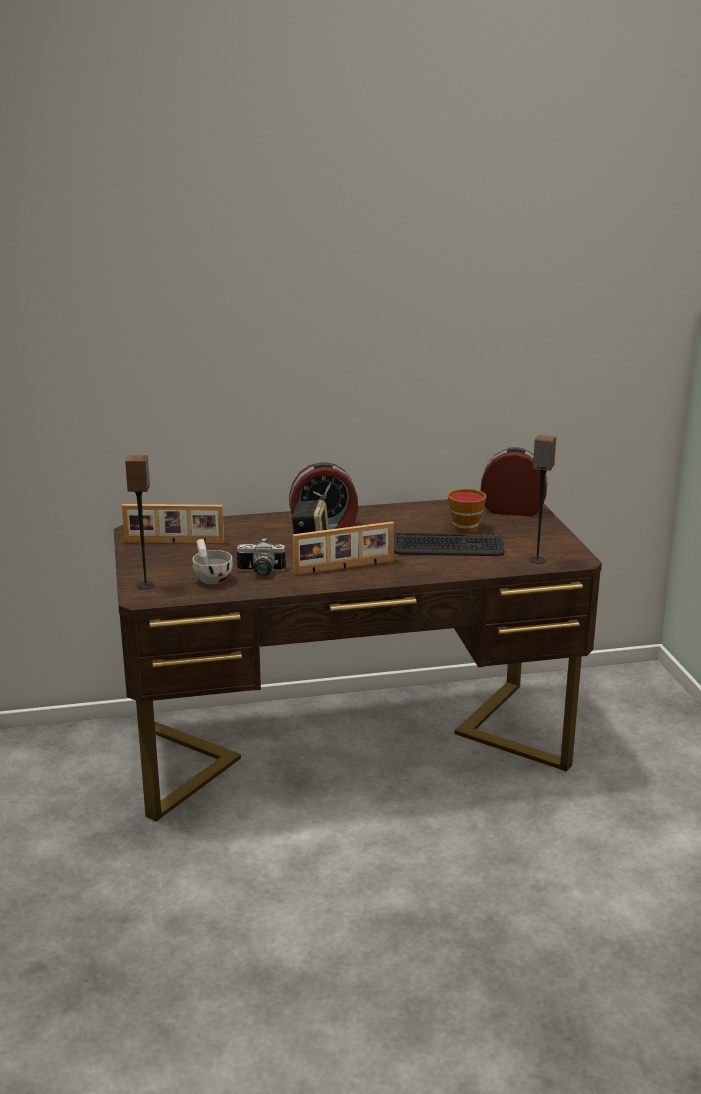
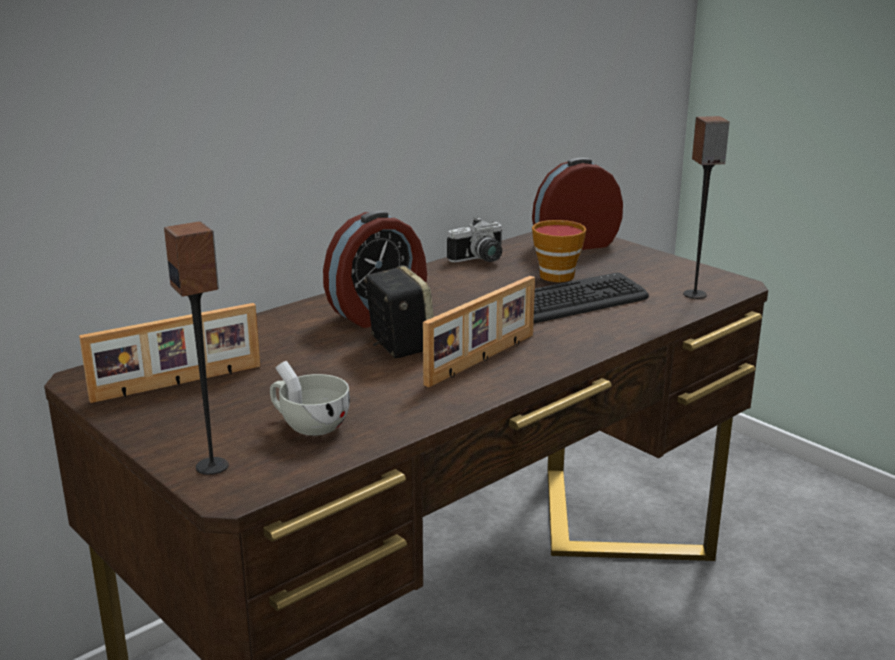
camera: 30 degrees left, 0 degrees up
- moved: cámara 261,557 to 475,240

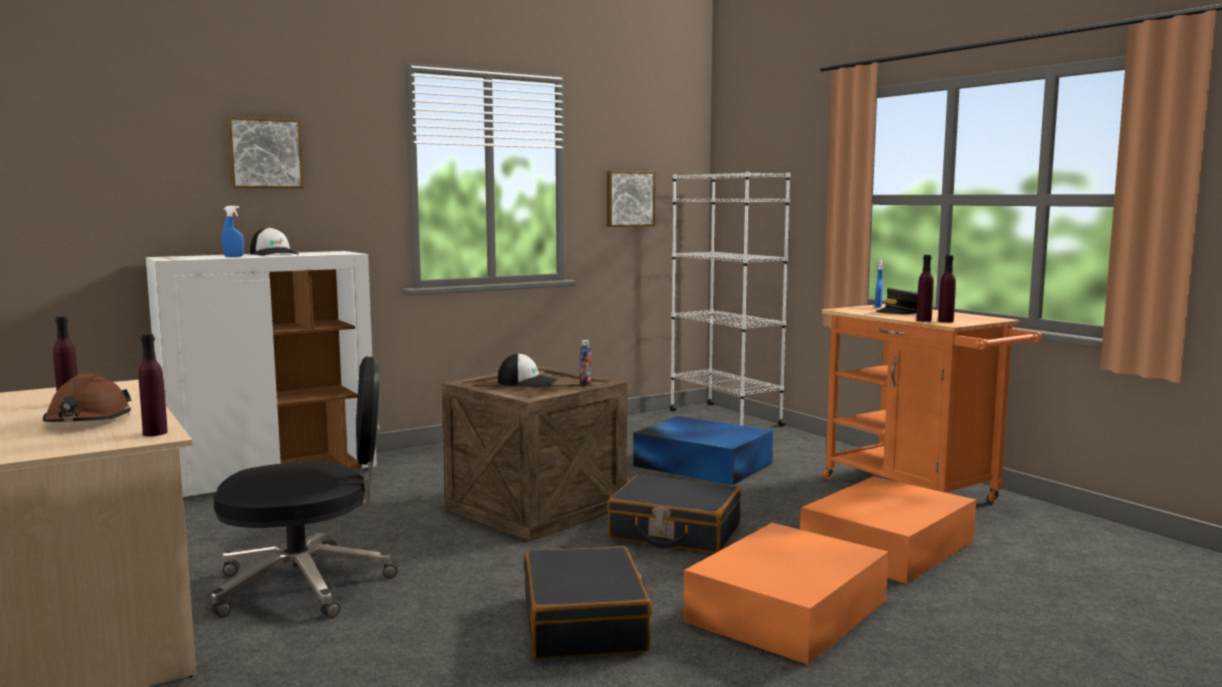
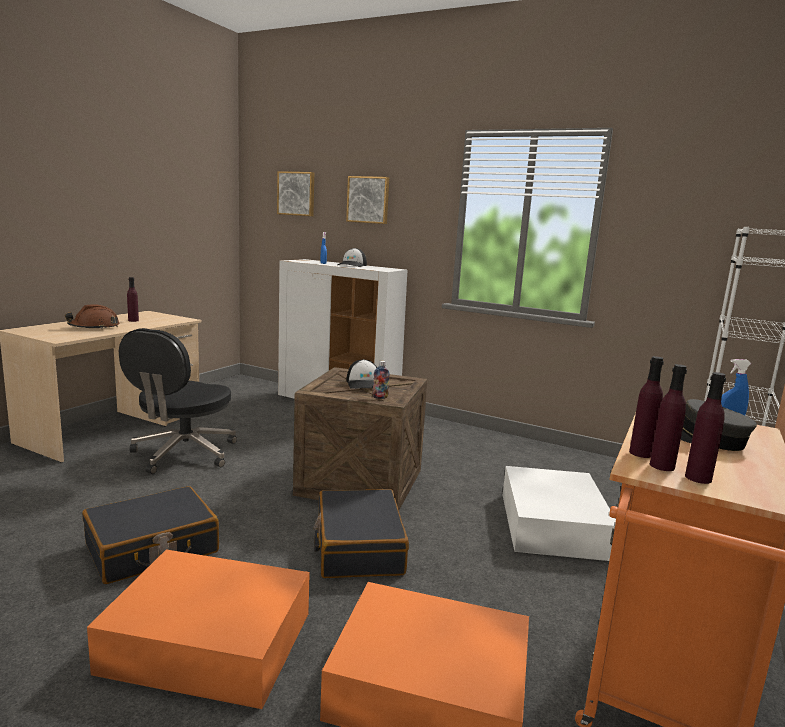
camera: 60 degrees right, 5 degrees up
- moved: botella [morado] 153,385 to 705,428
- turned: silla de oficina [negro] 305,487 = 178,401 60 degrees clockwise
- moved: cuadro 631,199 to 295,193
- recoloured: caja de almacenaje [azul] 703,450 to caja de almacenaje [blanco] 559,513

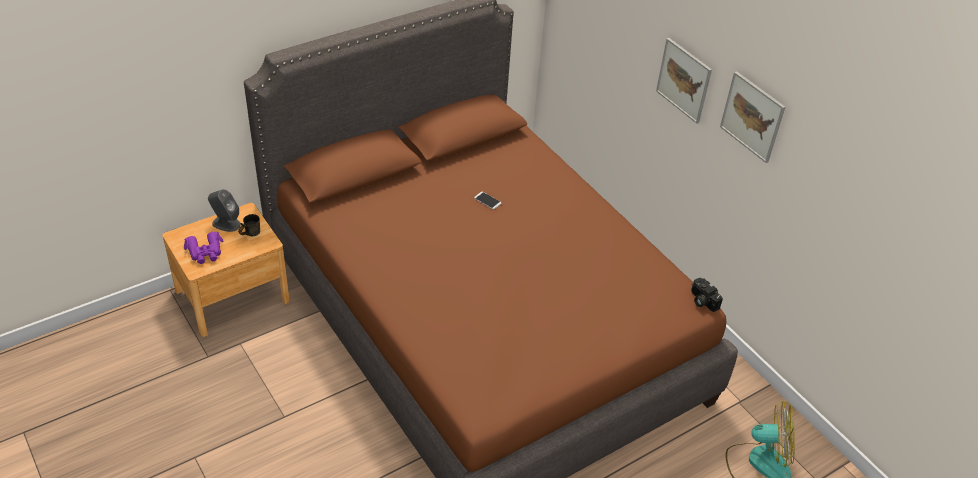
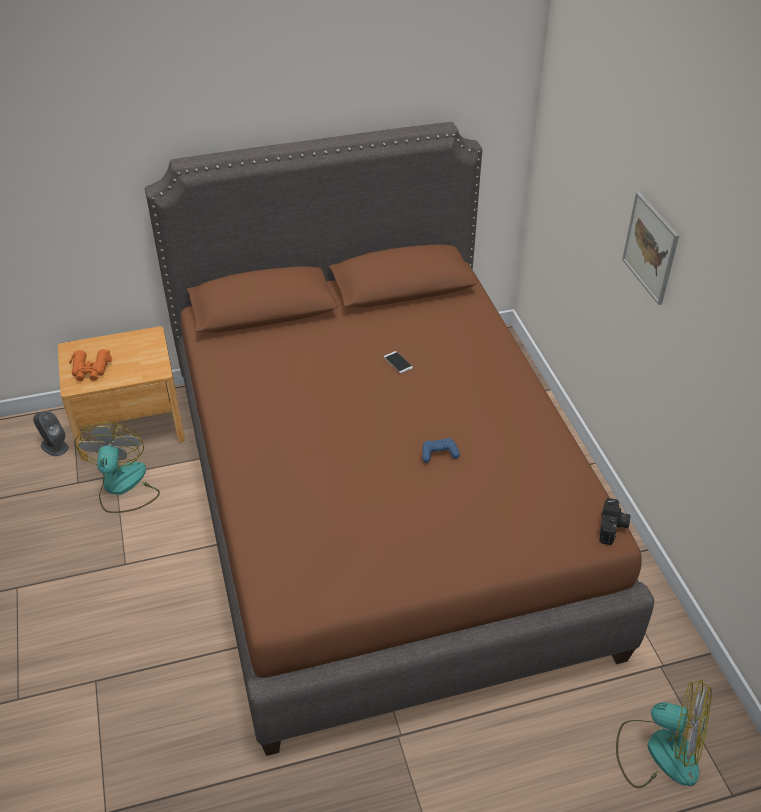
camera: 20 degrees right, 0 degrees up
- recoloured: prismáticos [morado] 203,248 to prismáticos [naranja] 90,365
- moved: altavoz [gris] 224,210 to 51,433
- removed: taza grande [gris] 249,225
- turned: cámara 707,294 = 615,521 150 degrees counterclockwise
- removed: cuadro 752,117
- added: ventilador 117,467
- added: mando de consola [azul] 441,450

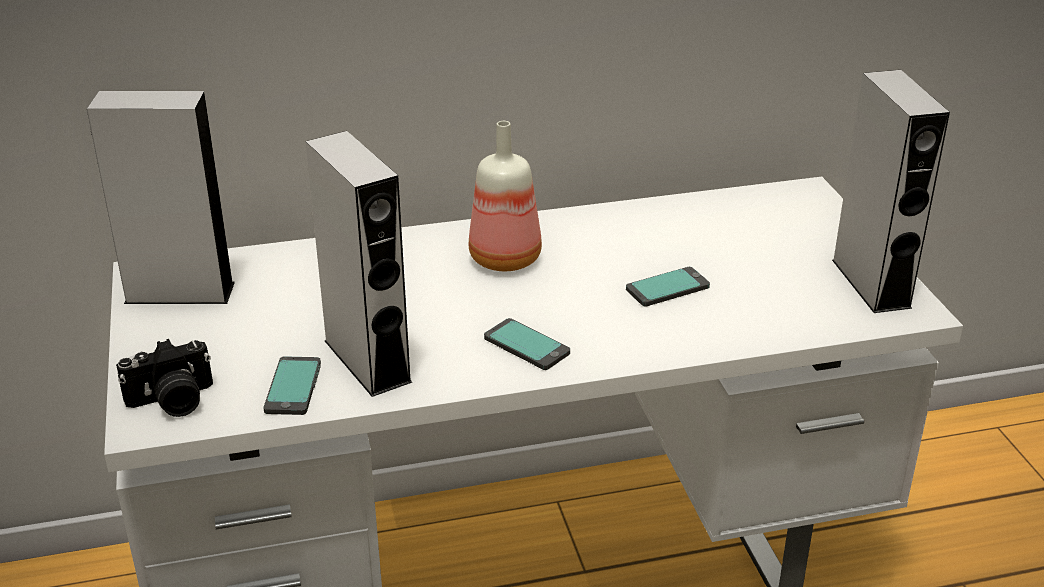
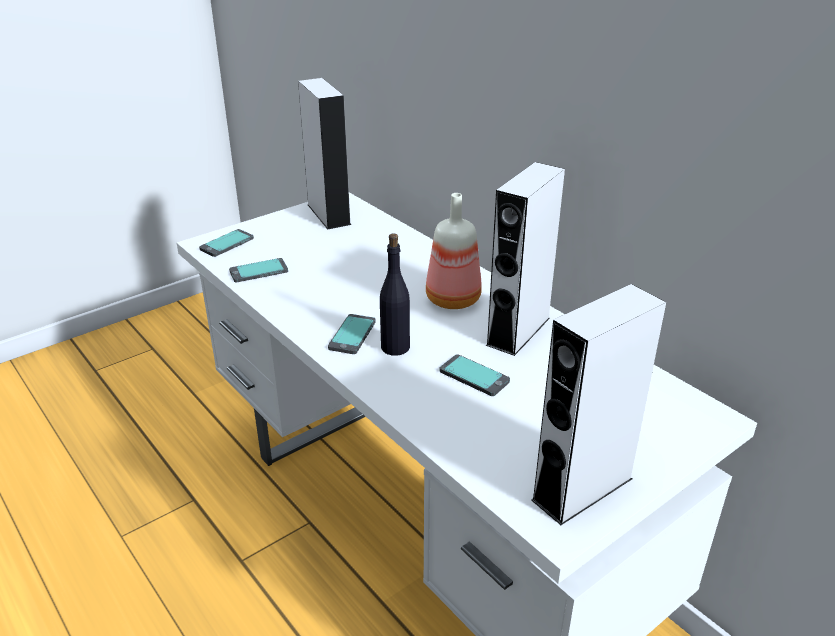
camera: 65 degrees right, 0 degrees up
- replaced: cámara 164,378 to móvil 226,243
- moved: altavoz [gris] 358,264 to 525,259
- added: botella [negro] 395,294

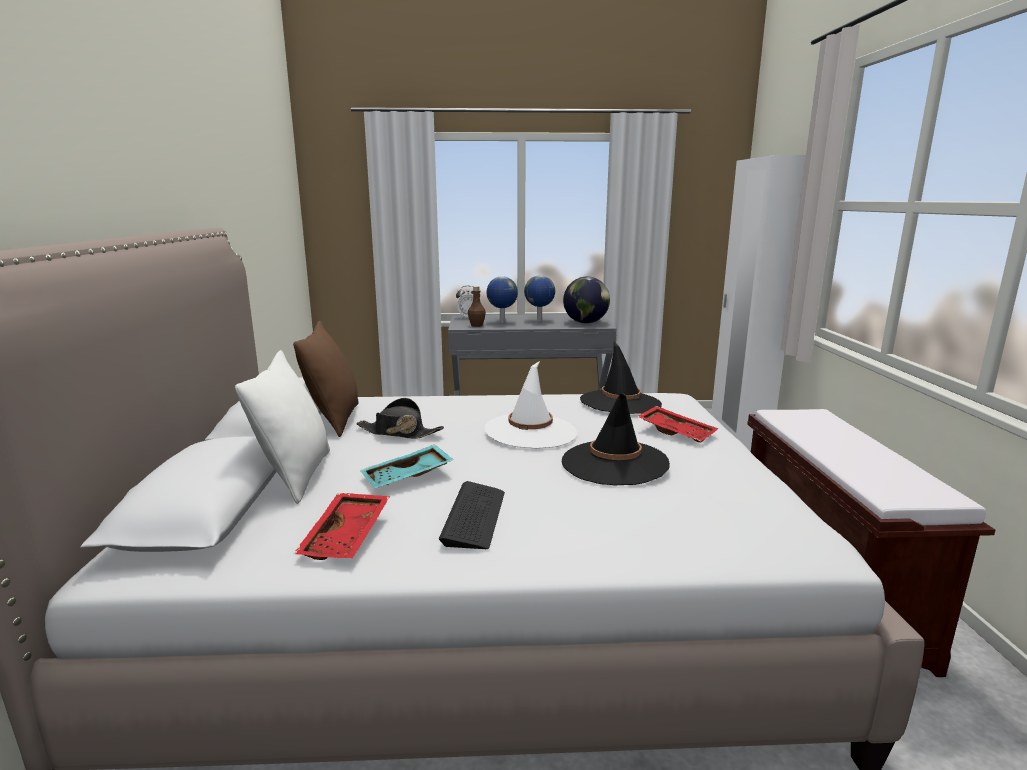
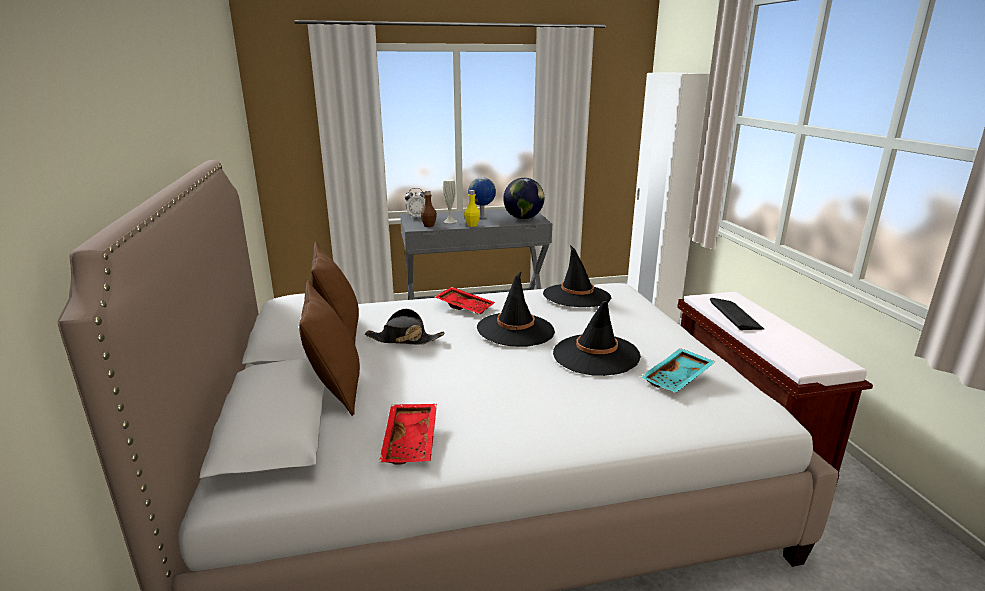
camera: 10 degrees left, 5 degrees up
- recoloured: cojín [blanco] 282,427 to cojín [marrón] 329,348
- moved: bandeja [turquesa] 407,466 to 678,370
- moved: teclado 472,515 to 737,314
- recoloured: sombrero [blanco] 531,405 to sombrero [negro] 516,309
- replaced: globo terráqueo 502,299 to florero [blanco] 450,201
- moved: bandeja [rojo] 678,424 to 465,300
- added: botella [amarillo] 472,208

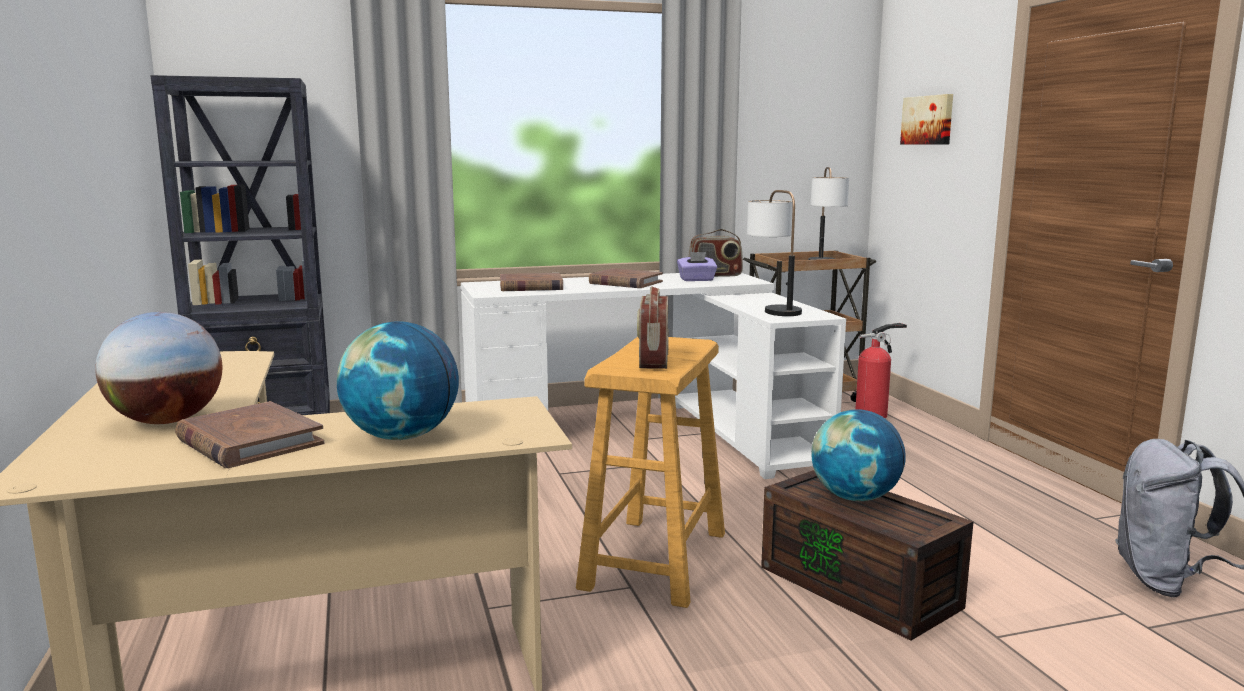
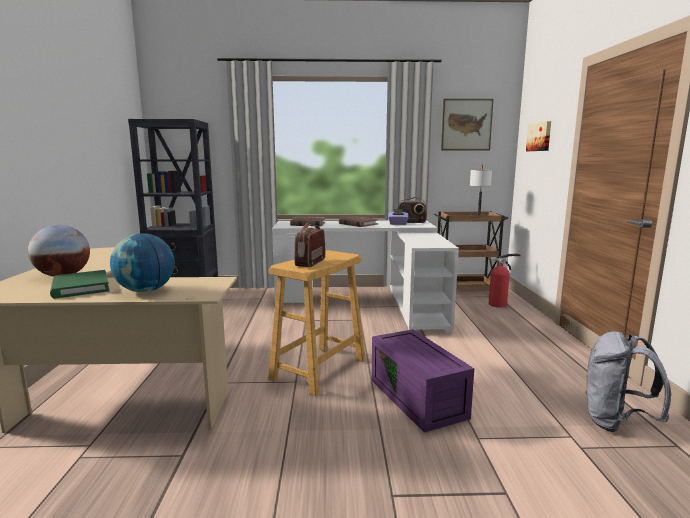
camera: 15 degrees right, 0 degrees up
- recoloured: libro [marrón] 250,434 to libro [verde] 79,284
- removed: lámpara de mesa 774,253
- recoloured: caja de almacenaje [marrón] 867,555 to caja de almacenaje [morado] 423,381
- removed: globo terráqueo 858,455
- added: cuadro 467,125

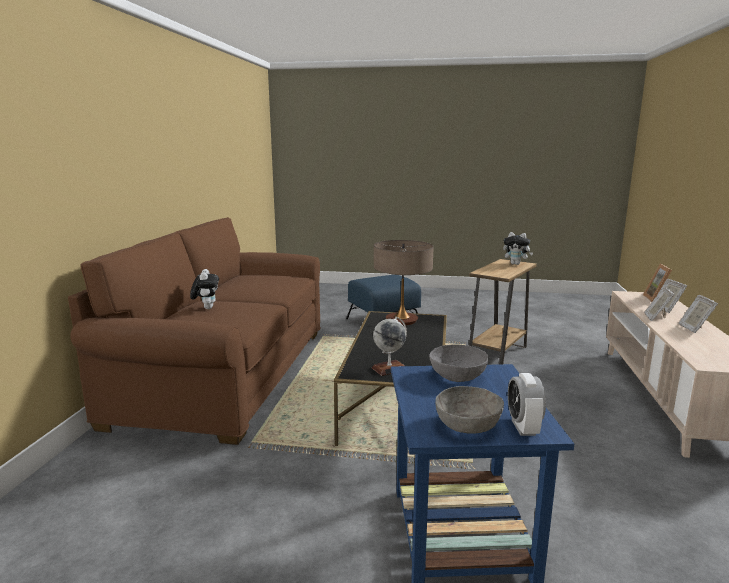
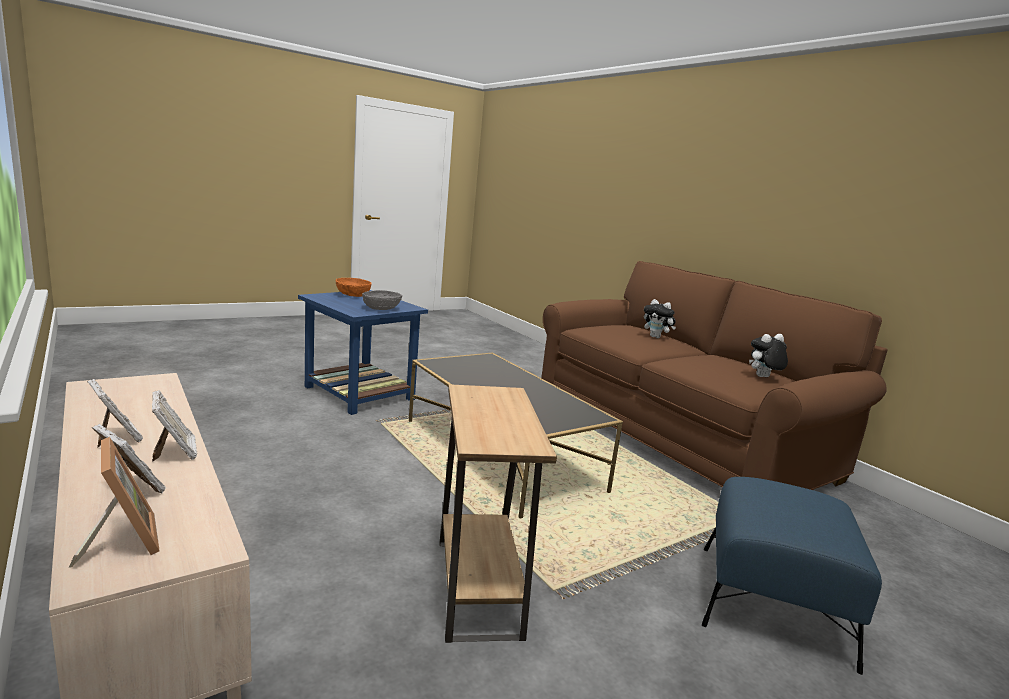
camera: 135 degrees right, 0 degrees up
- removed: globo terráqueo 389,346
- removed: lámpara de mesa 404,283
- recoloured: cuenco [gris] 469,410 to cuenco [naranja] 353,287
- moved: peluche 518,248 to 768,355
- removed: despertador 527,404

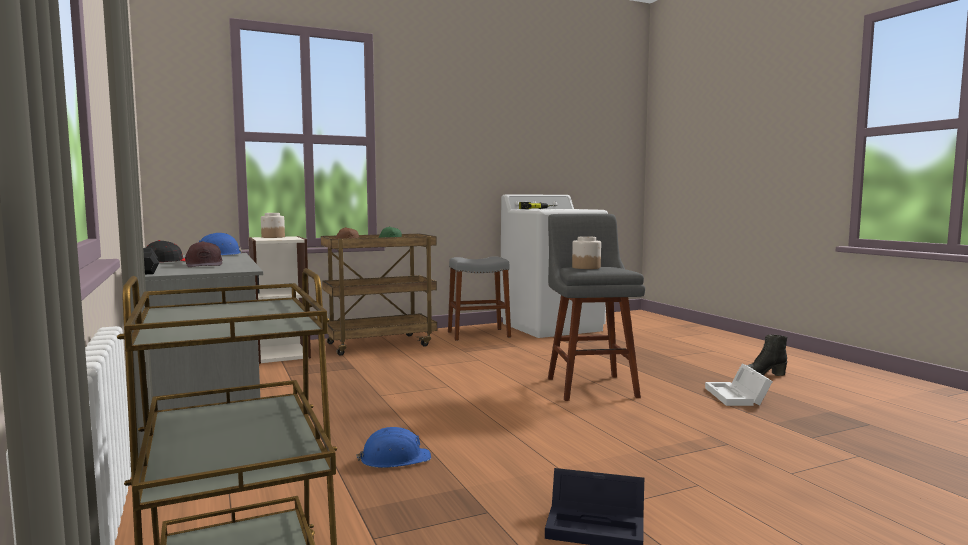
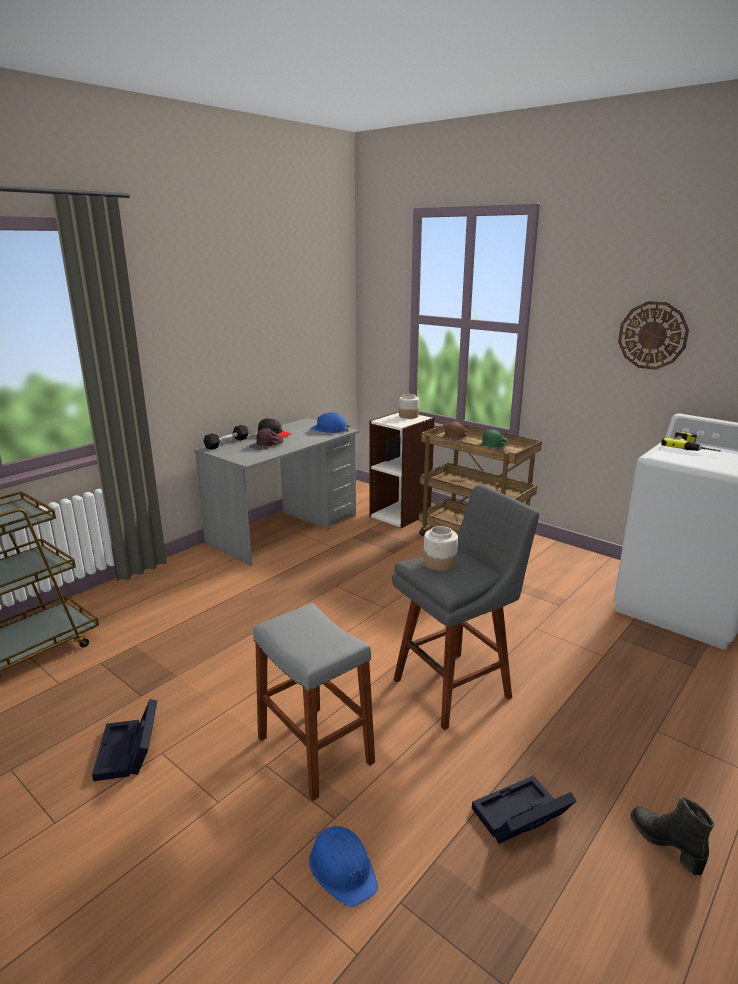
camera: 65 degrees right, 15 degrees up
- moved: casco [azul] 393,447 to 343,866
- moved: taburete [gris] 479,298 to 314,702
- recoloured: caja de almacenaje [blanco] 739,384 to caja de almacenaje [negro] 524,810
- added: reloj de pared 653,335

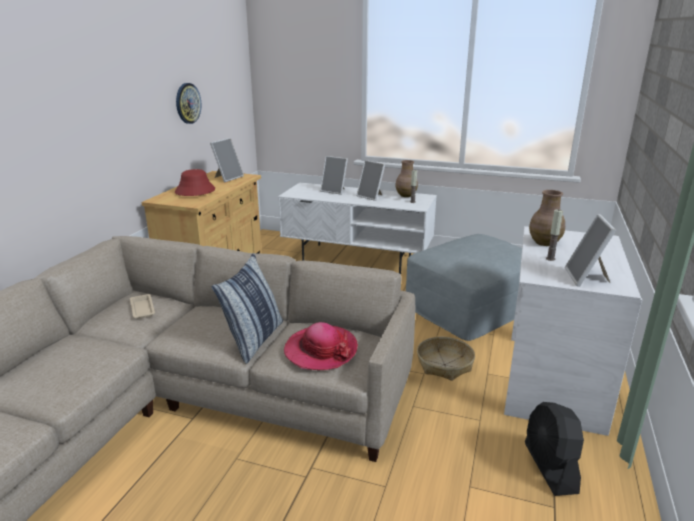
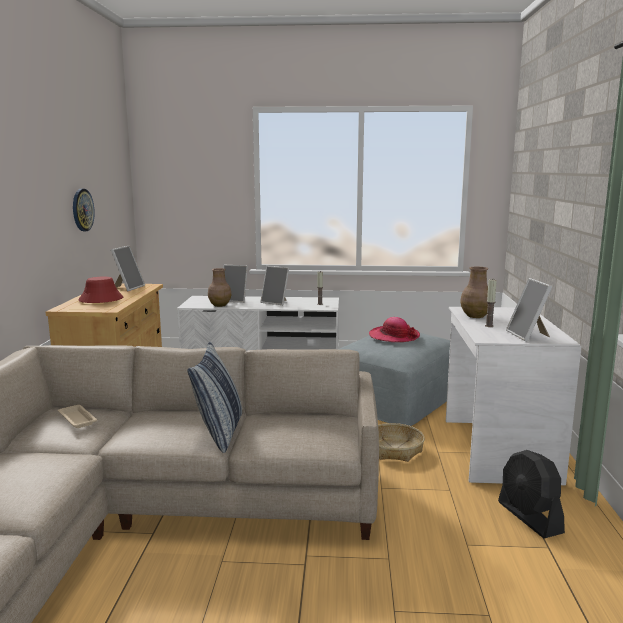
camera: 15 degrees left, 10 degrees down
- moved: sombrero 321,346 to 394,329
- moved: florero [marrón] 406,178 to 219,287

